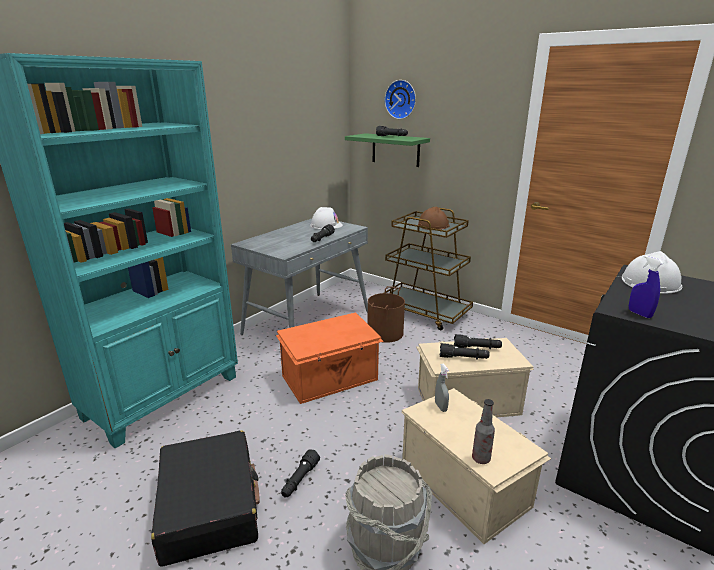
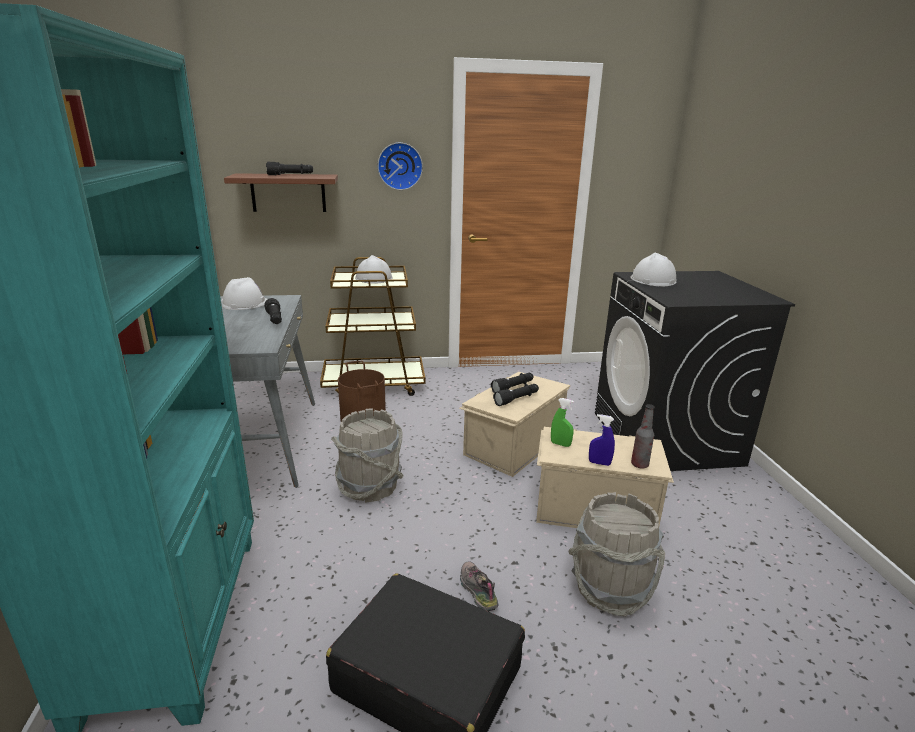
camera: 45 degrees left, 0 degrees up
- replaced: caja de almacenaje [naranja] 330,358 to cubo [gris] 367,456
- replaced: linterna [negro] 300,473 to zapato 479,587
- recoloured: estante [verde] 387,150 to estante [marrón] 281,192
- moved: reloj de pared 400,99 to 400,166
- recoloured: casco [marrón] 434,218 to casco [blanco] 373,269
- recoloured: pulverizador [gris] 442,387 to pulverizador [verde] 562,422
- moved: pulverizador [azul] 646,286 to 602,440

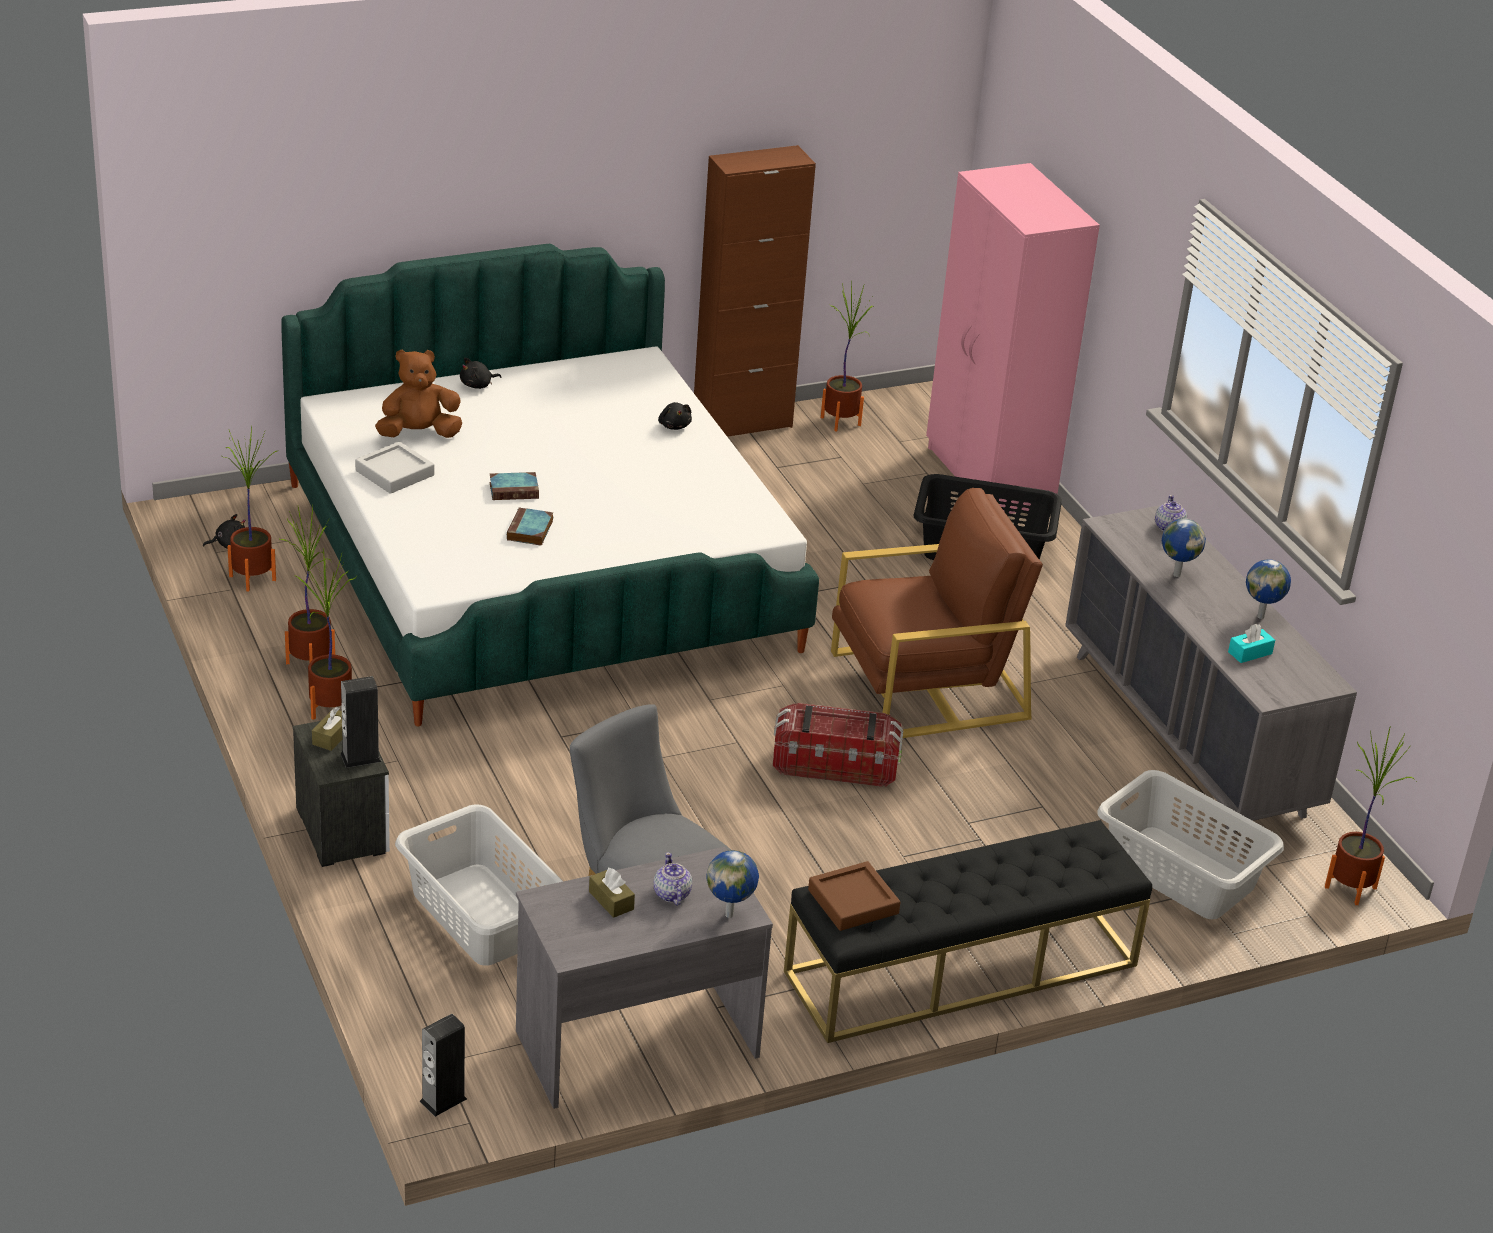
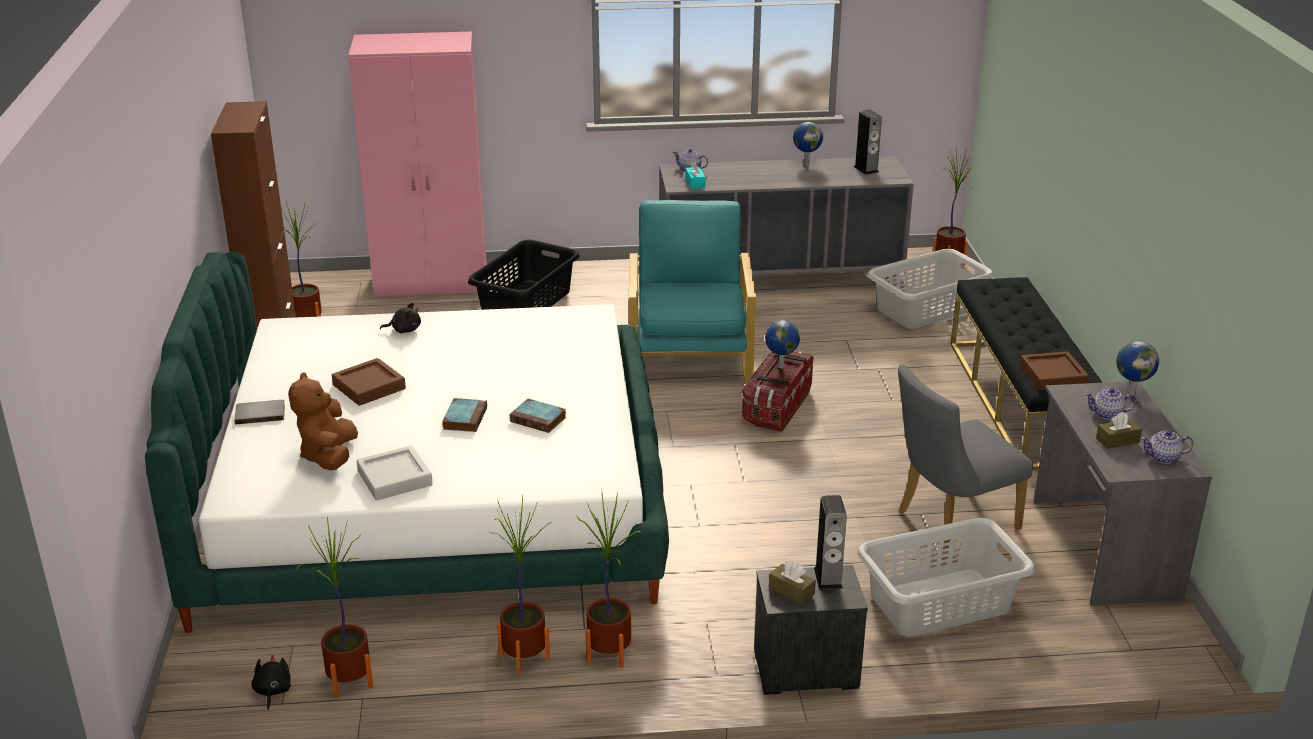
camera: 70 degrees left, 5 degrees down
- moved: altavoz 443,1065 to 868,142
- replaced: peluche [negro] 480,373 to libro [gris] 259,412
- recoloured: sillón [marrón] 937,613 to sillón [turquesa] 692,292
- moved: globo terráqueo 1184,548 to 782,344
- moved: caja de pañuelos [turquesa] 1251,643 to 695,175
- added: bandeja [marrón] 369,382
- added: tetera 1167,447

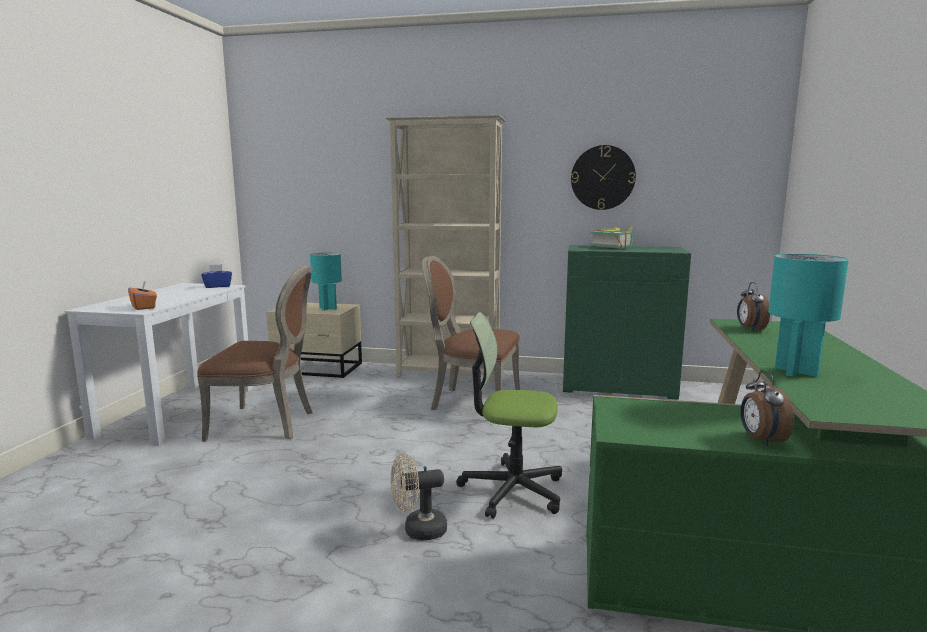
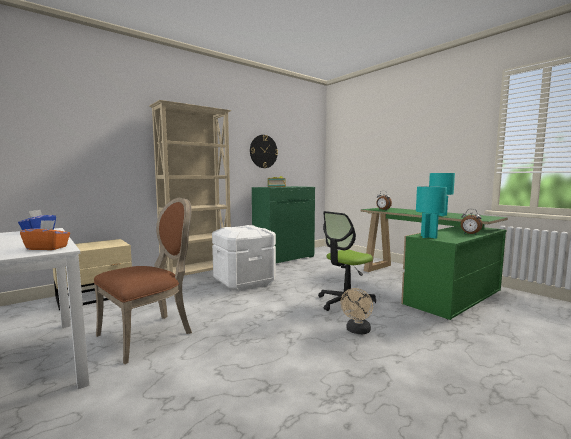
camera: 50 degrees left, 5 degrees down
- moved: lámpara de mesa [turquesa] 326,282 to 431,212
- replaced: silla [marrón] 471,333 to caja de almacenaje [blanco] 244,258

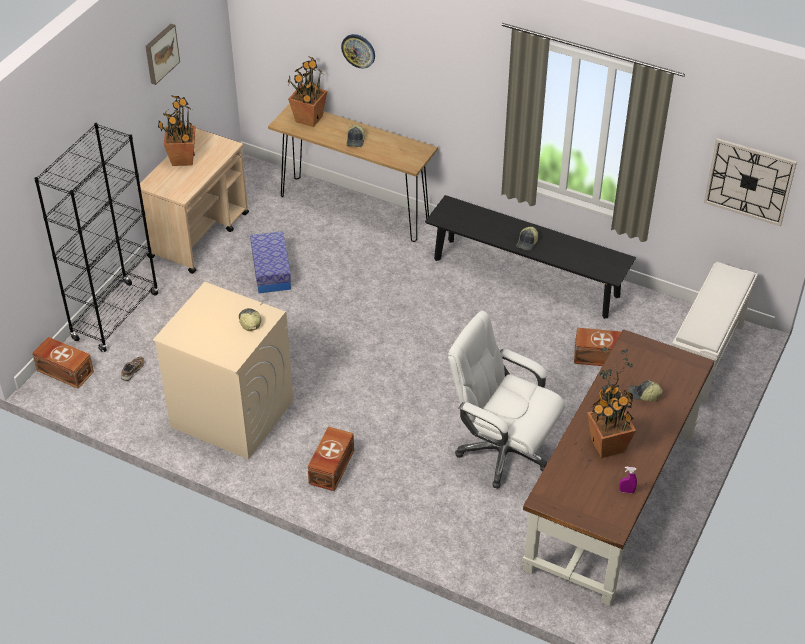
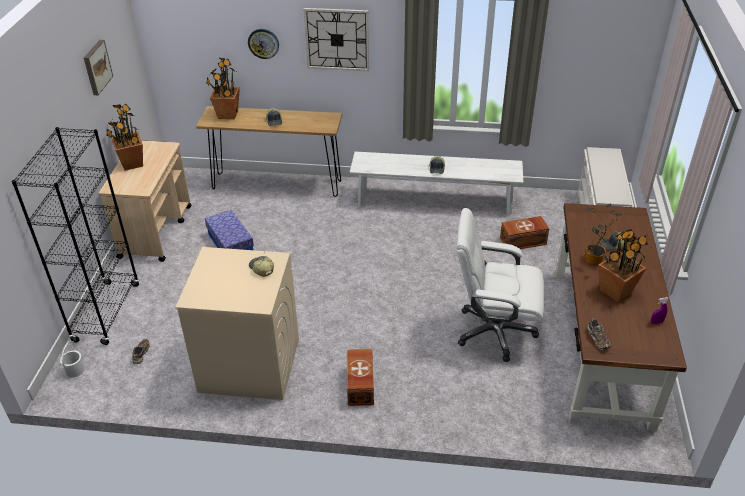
camera: 20 degrees left, 5 degrees down
- replaced: caja de almacenaje [marrón] 63,363 to cubo [blanco] 72,359
- recoloured: banco [negro] 530,257 to banco [blanco] 437,183
- moved: reloj de pared 750,182 to 336,39
- added: zapato 599,334

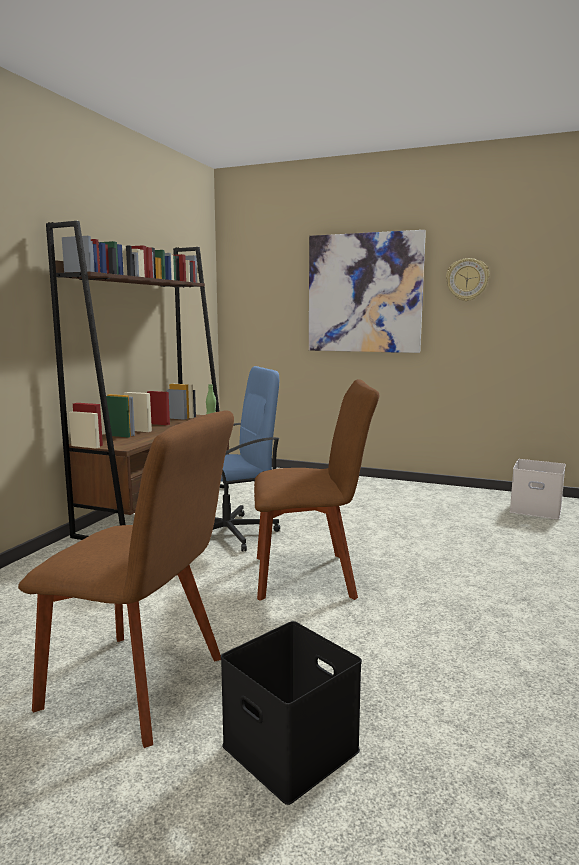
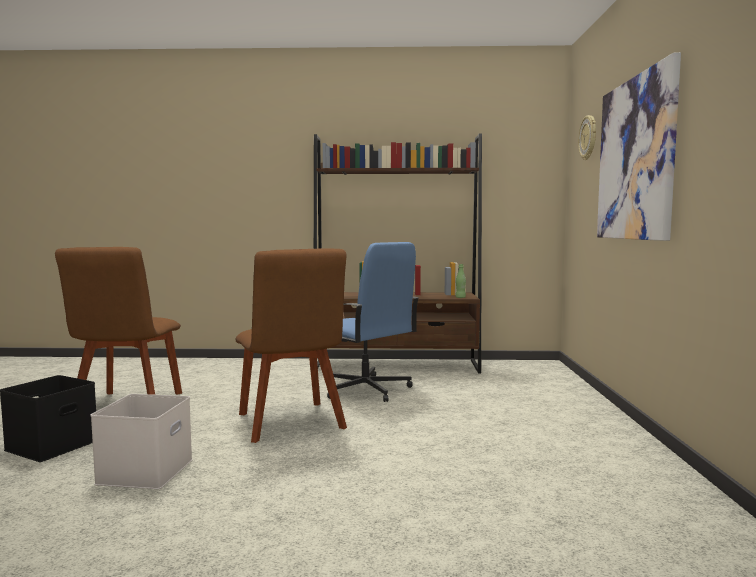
camera: 70 degrees right, 5 degrees down
- moved: reloj de pared 467,279 to 587,137
- moved: caja de almacenaje [blanco] 538,489 to 142,441

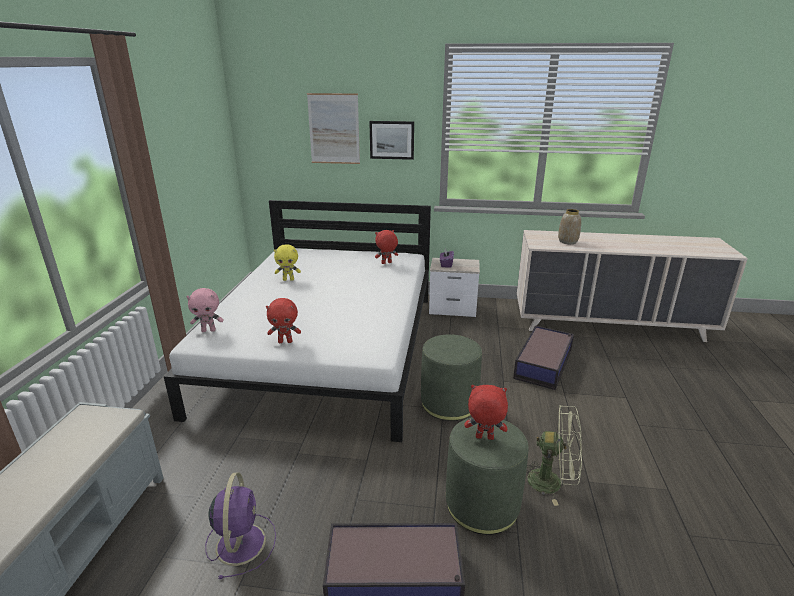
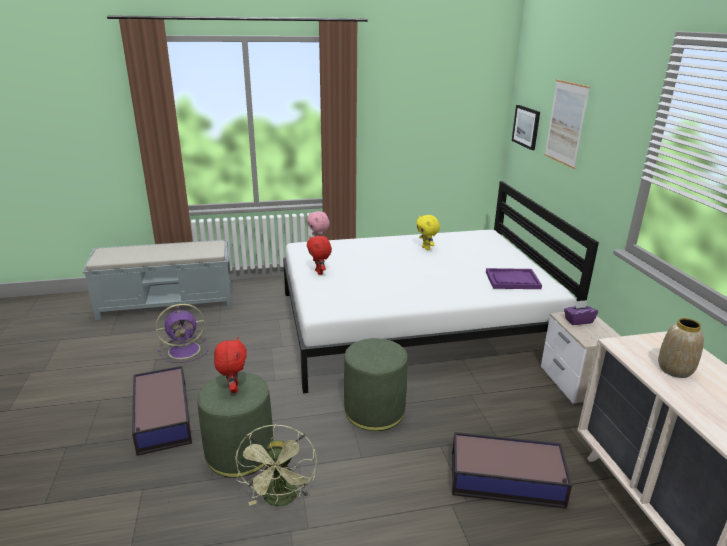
camera: 70 degrees right, 0 degrees up
- moved: cuadro 391,140 to 526,127
- replaced: peluche [rojo] 386,247 to bandeja [morado] 514,278

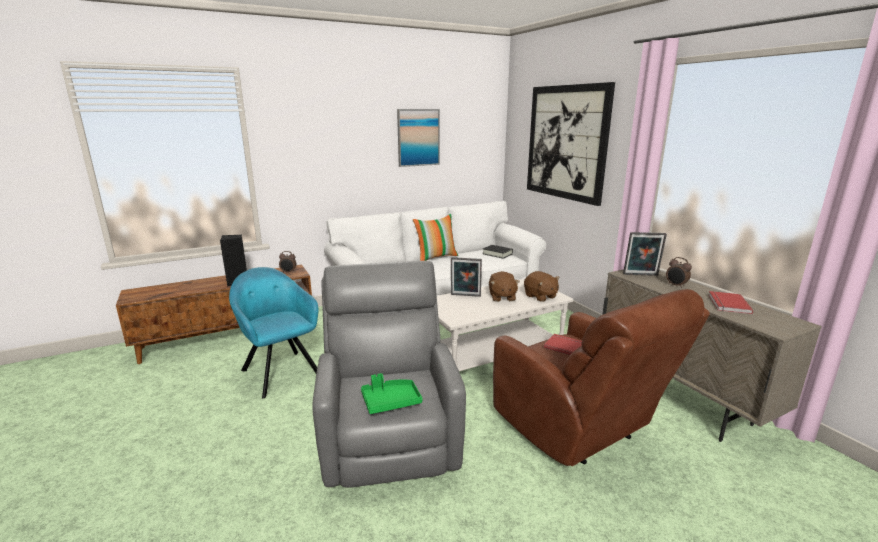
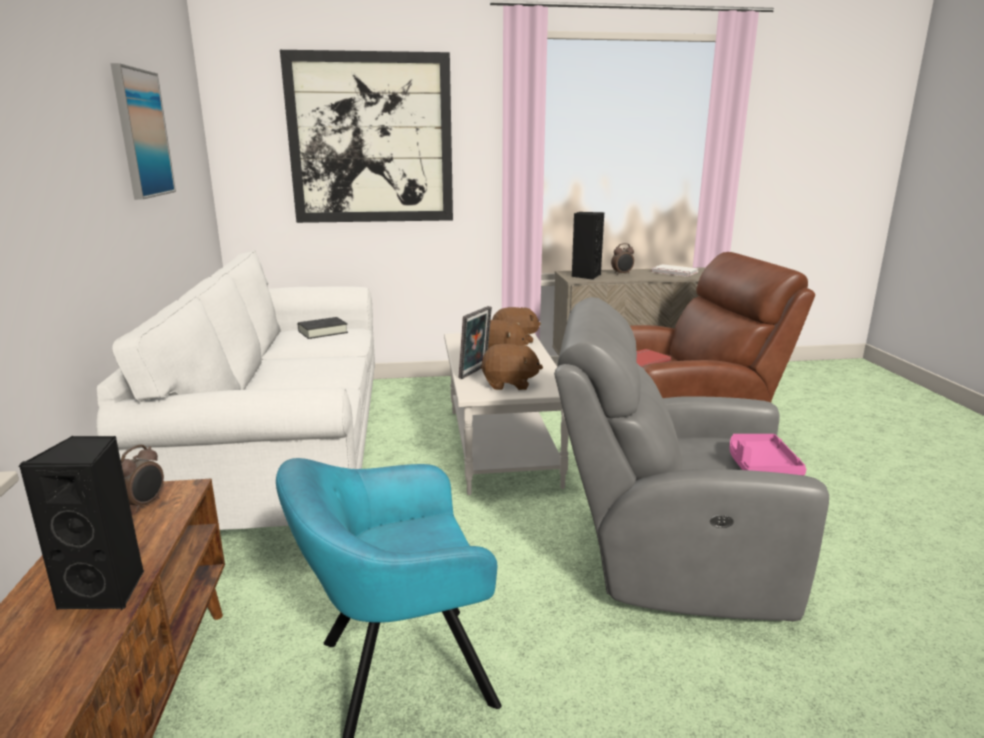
camera: 70 degrees left, 0 degrees up
- recoloured: bandeja [verde] 391,393 to bandeja [rosa] 768,455
- removed: cojín 435,237
- replaced: portarretratos 645,254 to altavoz [negro] 588,246
- recoloured: libro [rojo] 731,302 to libro [blanco] 674,270
- added: peluche [marrón] 511,367

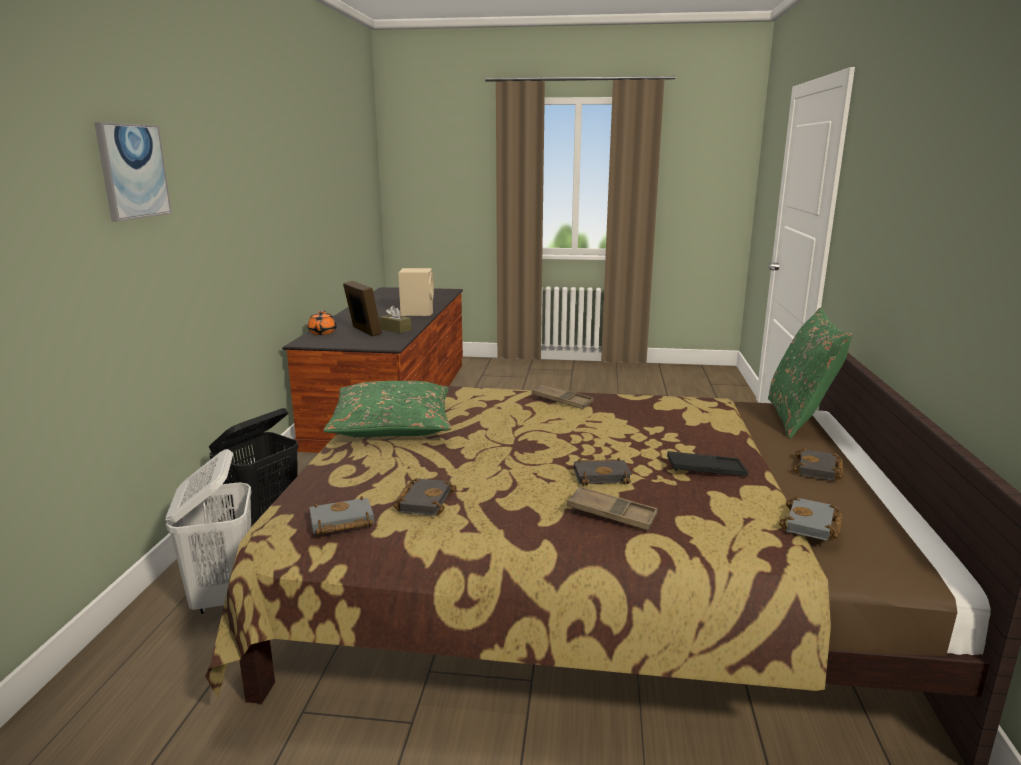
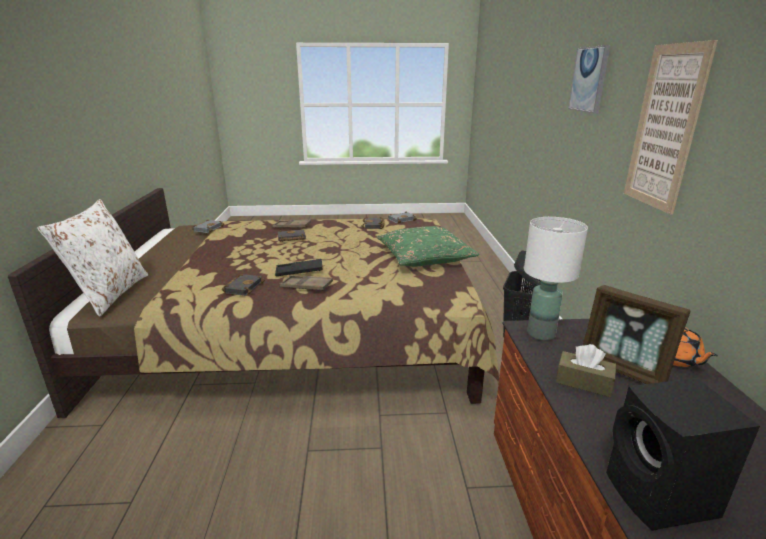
camera: 170 degrees right, 5 degrees up
- removed: cesto de la ropa [blanco] 208,531
- recoloured: altavoz [beis] 416,292 to altavoz [negro] 683,454
- moved: bandeja [negro] 707,464 to 298,267
- recoloured: cojín [verde] 810,373 to cojín [blanco] 92,257
- moved: libro [negro] 818,464 to 243,285
- added: lámpara de mesa [blanco] 556,279
- added: cuadro 671,127

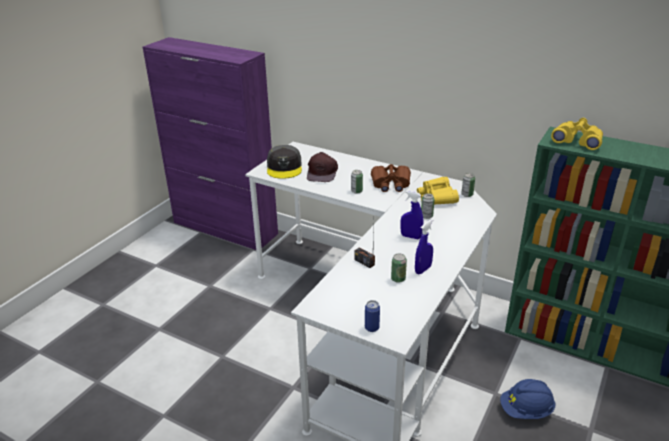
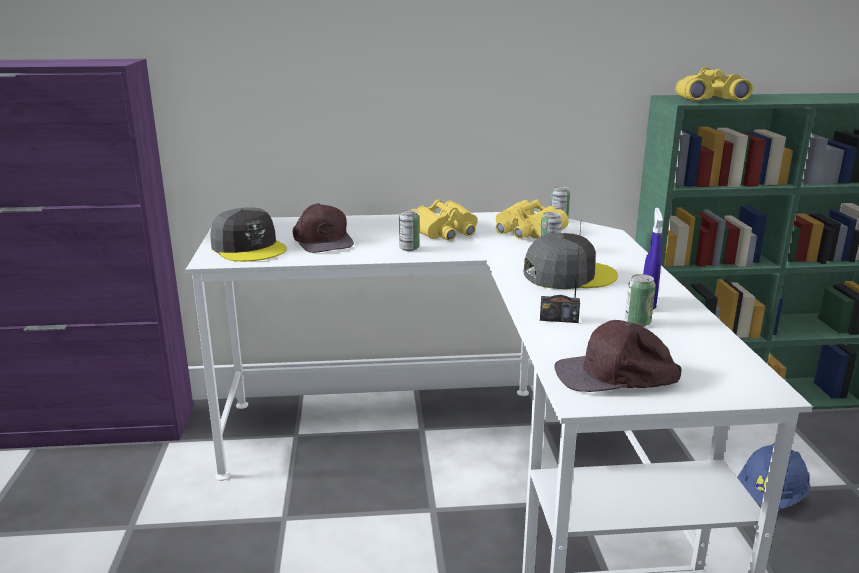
camera: 35 degrees left, 10 degrees down
- removed: lata 372,316
- recoloured: prismáticos [marrón] 391,178 to prismáticos [amarillo] 444,220
- replaced: pulverizador [azul] 412,214 to gorra [gris] 571,261
- added: gorra [marrón] 618,356

